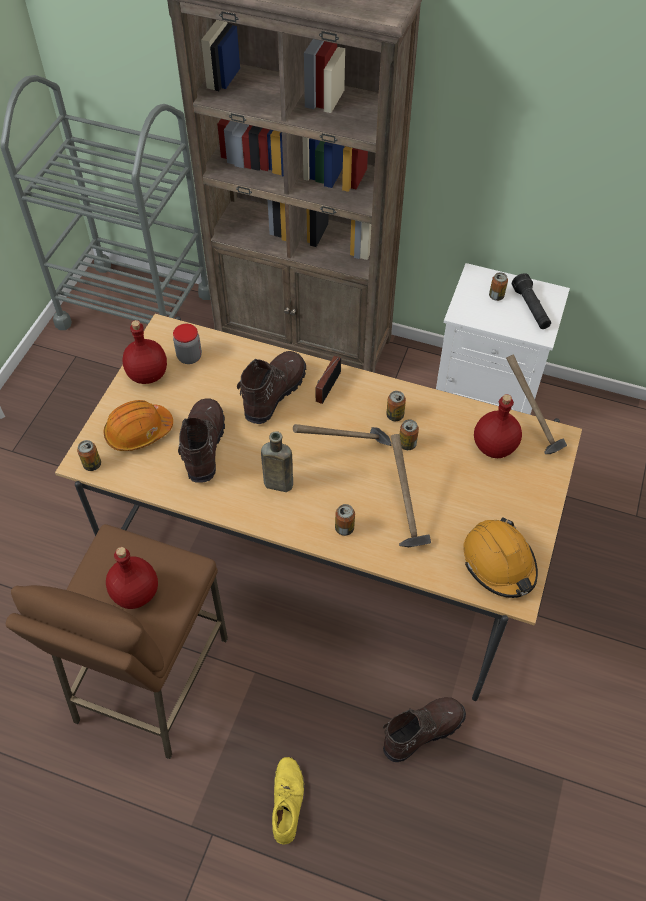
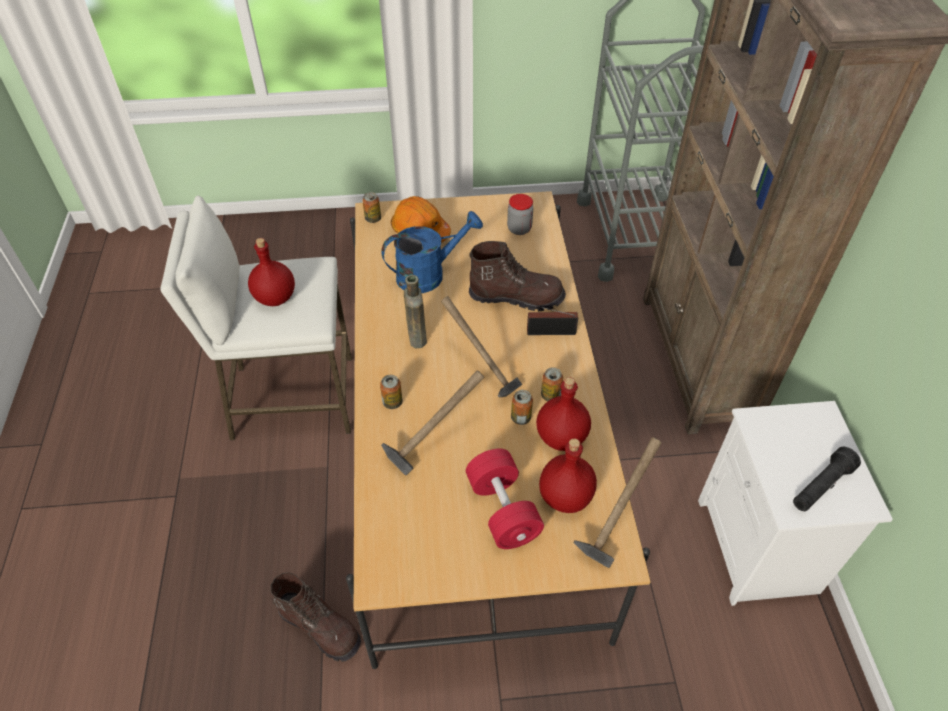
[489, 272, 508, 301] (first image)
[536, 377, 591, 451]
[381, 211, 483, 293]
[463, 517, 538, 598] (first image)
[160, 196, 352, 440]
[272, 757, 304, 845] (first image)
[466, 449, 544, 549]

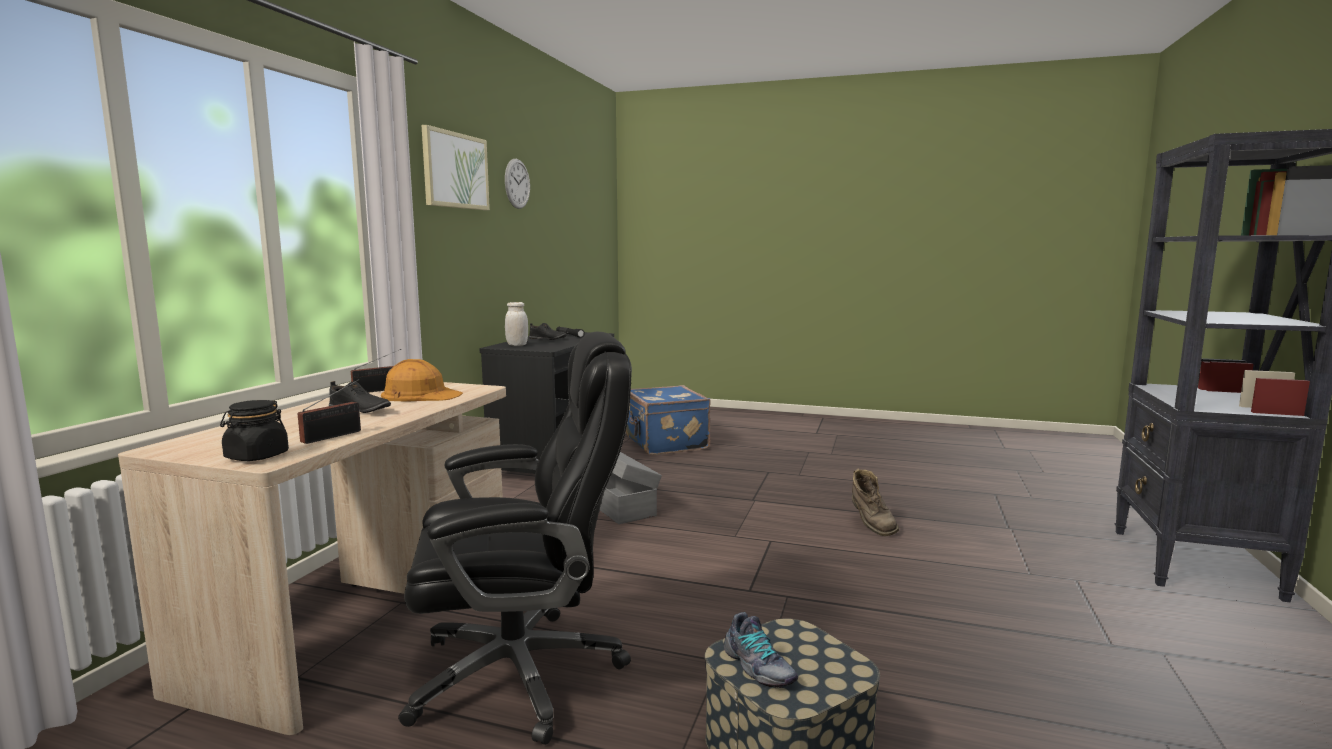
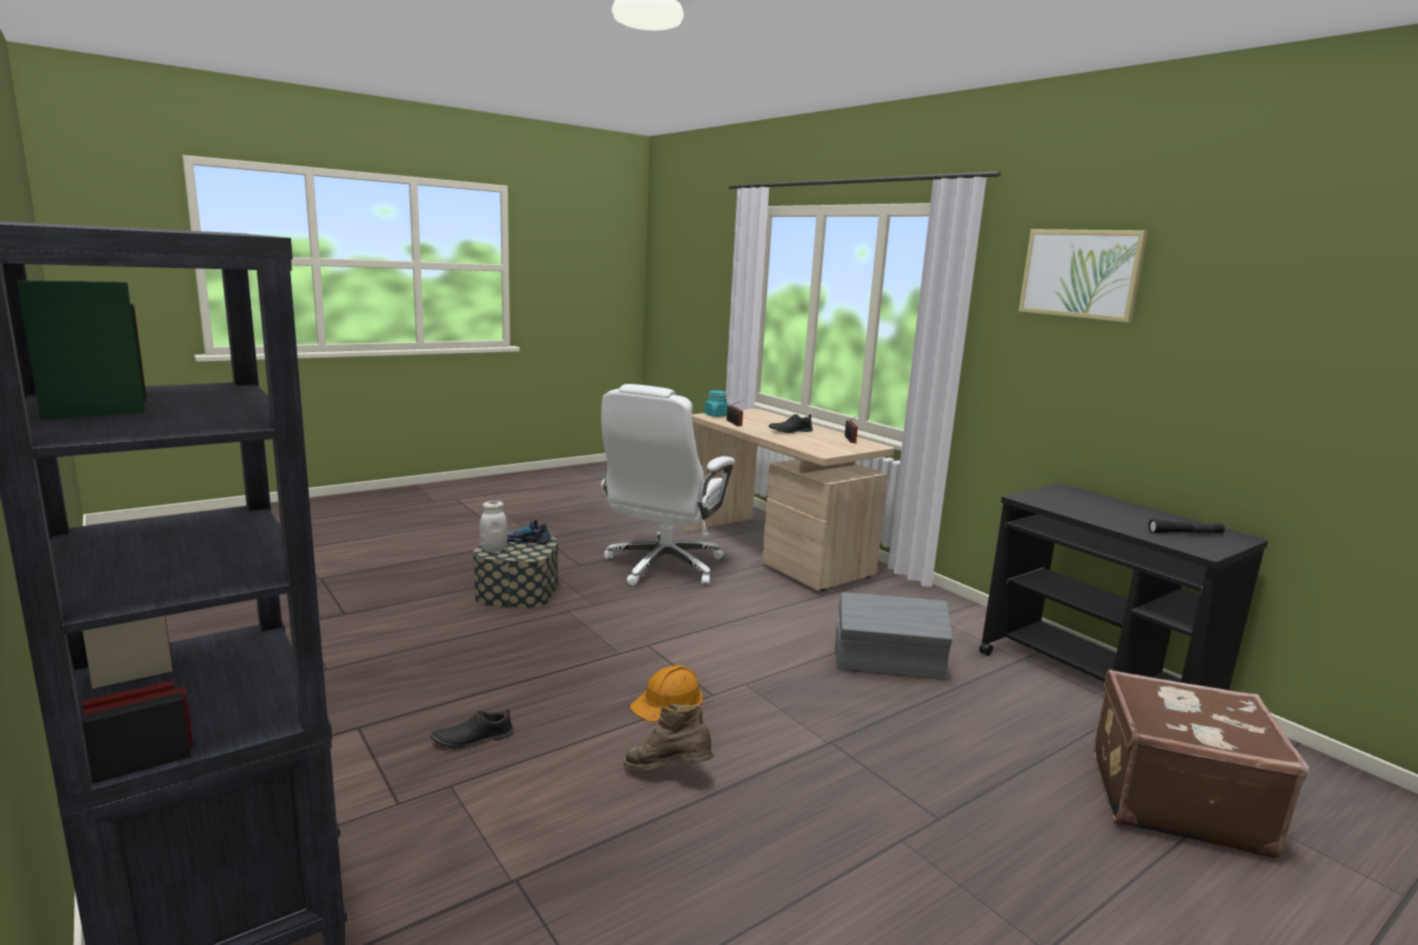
[505, 159, 530, 209] (first image)
[479, 501, 508, 552]
[431, 708, 513, 748]
[601, 384, 735, 586]
[630, 665, 703, 722]
[1094, 669, 1309, 858]
[704, 390, 729, 417]

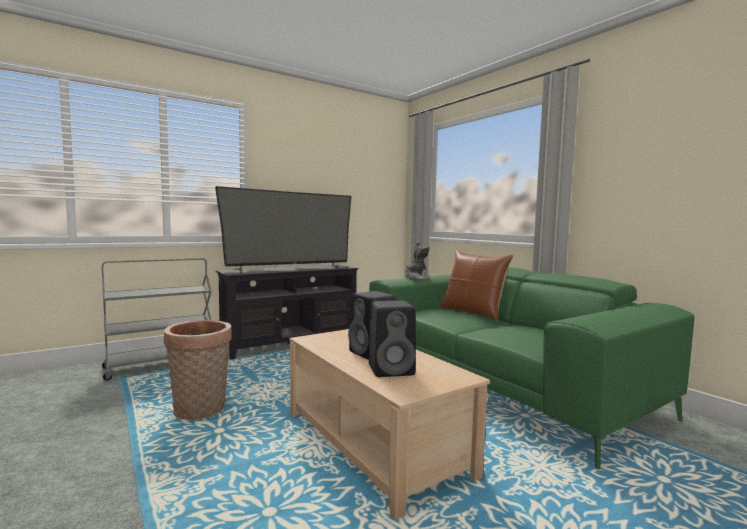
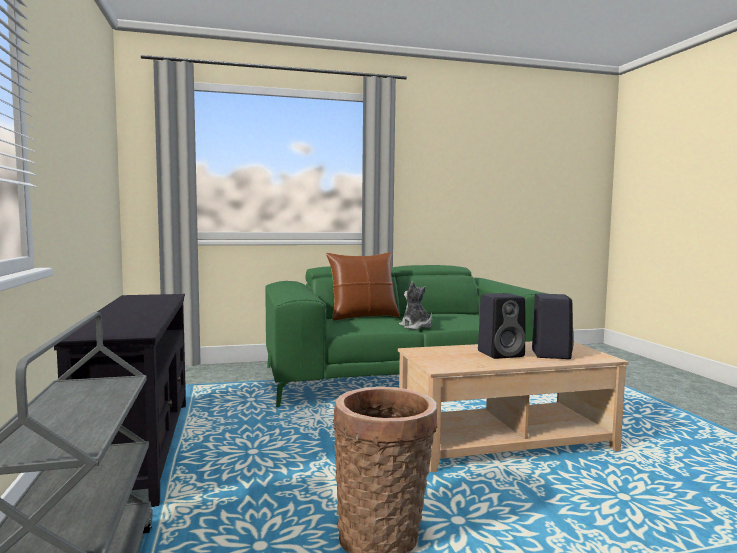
[215, 186, 351, 273] (first image)
[399, 281, 432, 330]

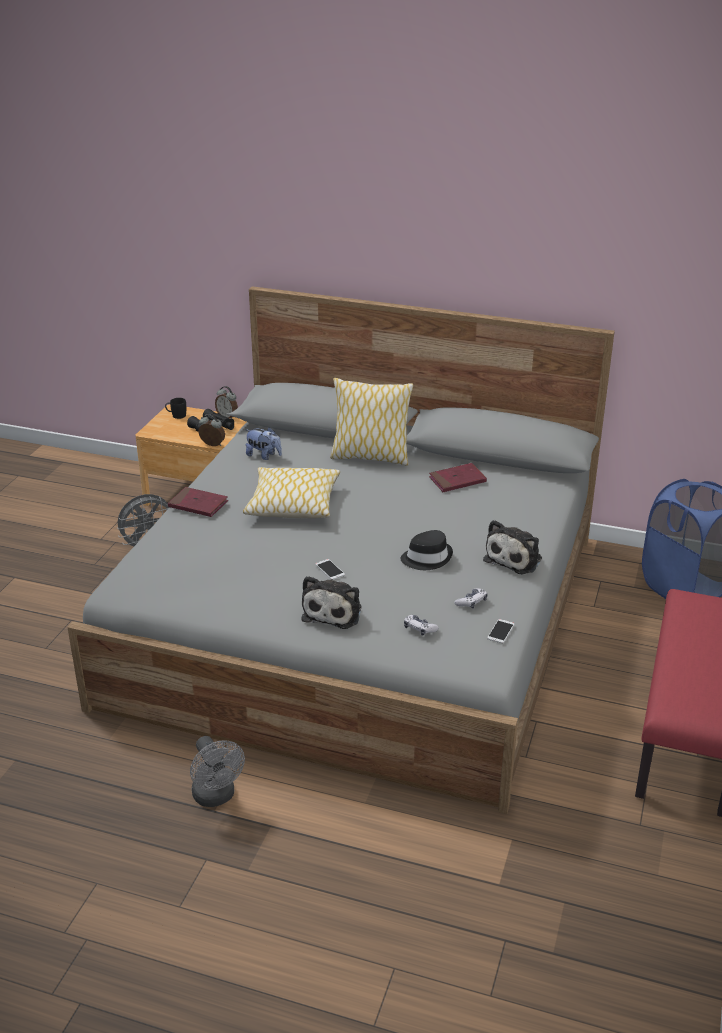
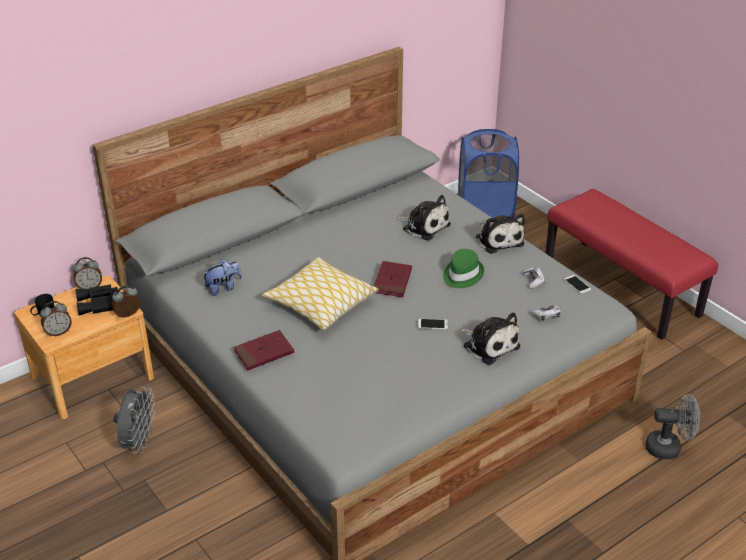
[330, 378, 413, 466] (first image)
[374, 261, 412, 297]
[443, 249, 484, 288]
[646, 394, 700, 460]
[397, 195, 451, 241]
[40, 301, 72, 337]

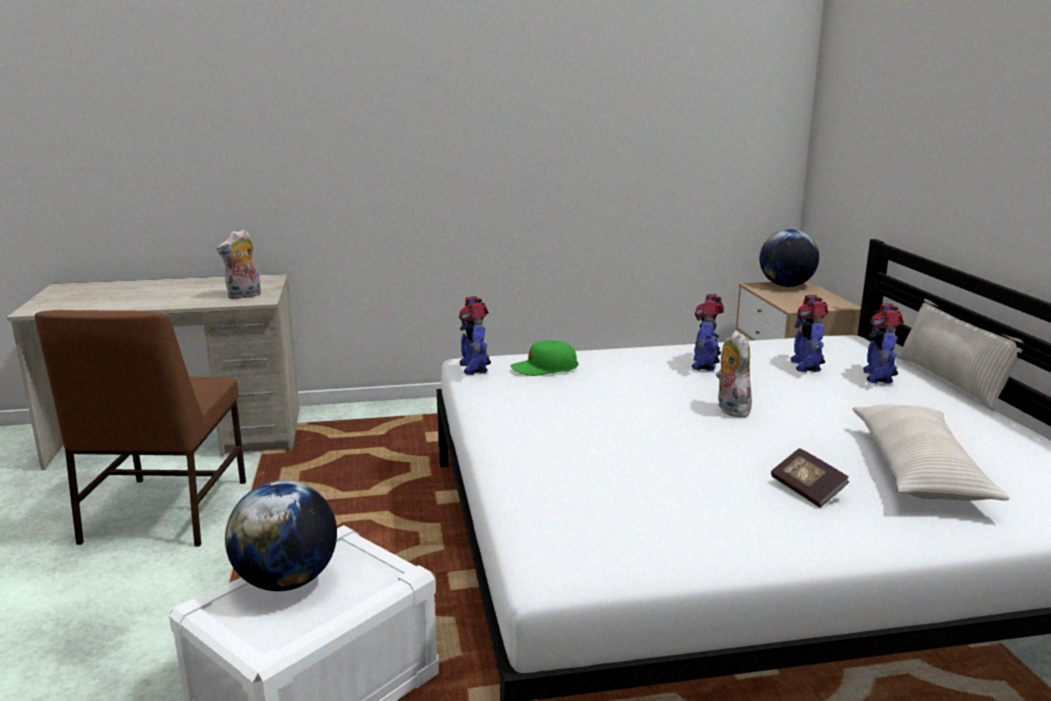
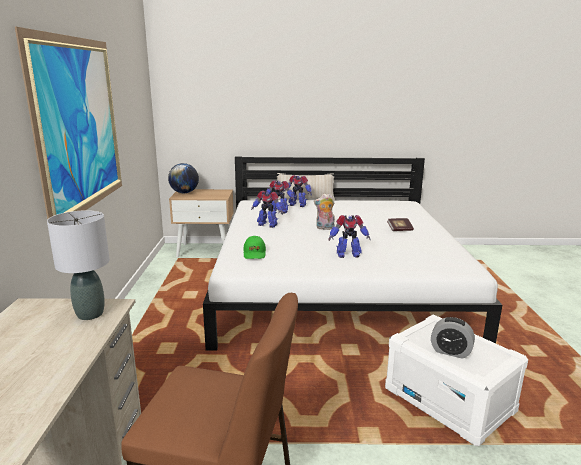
[47, 210, 110, 320]
[328, 215, 371, 258]
[853, 405, 1010, 501] (first image)
[431, 317, 475, 359]
[15, 27, 122, 220]

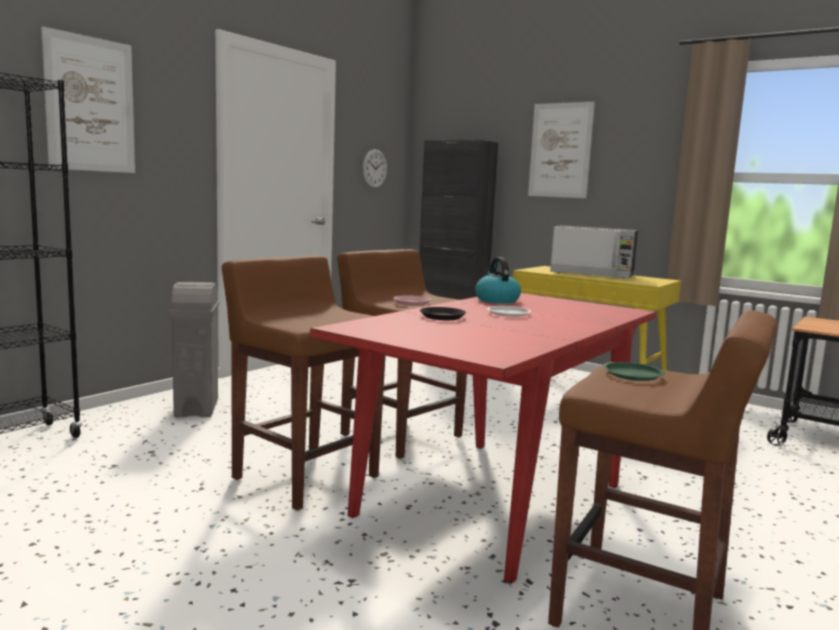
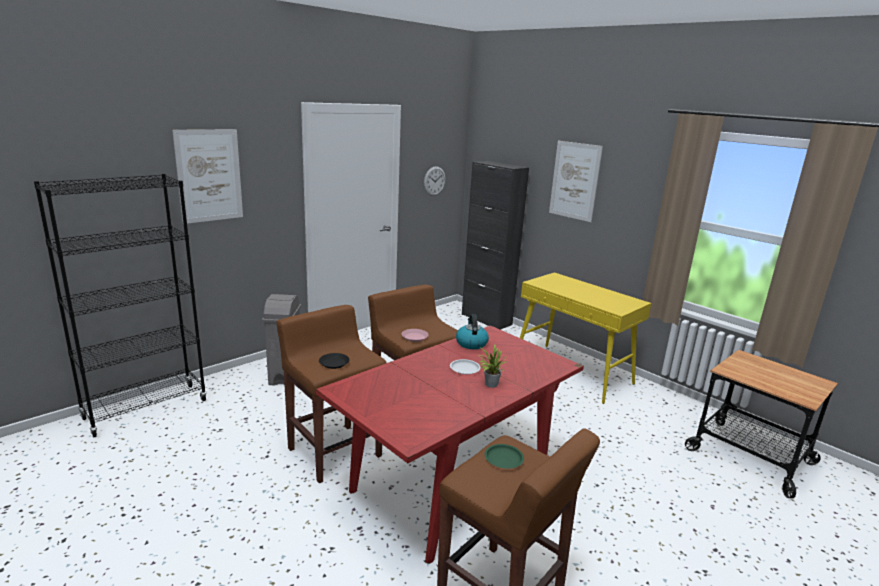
[550, 225, 638, 279] (first image)
[319, 353, 349, 369]
[479, 345, 506, 388]

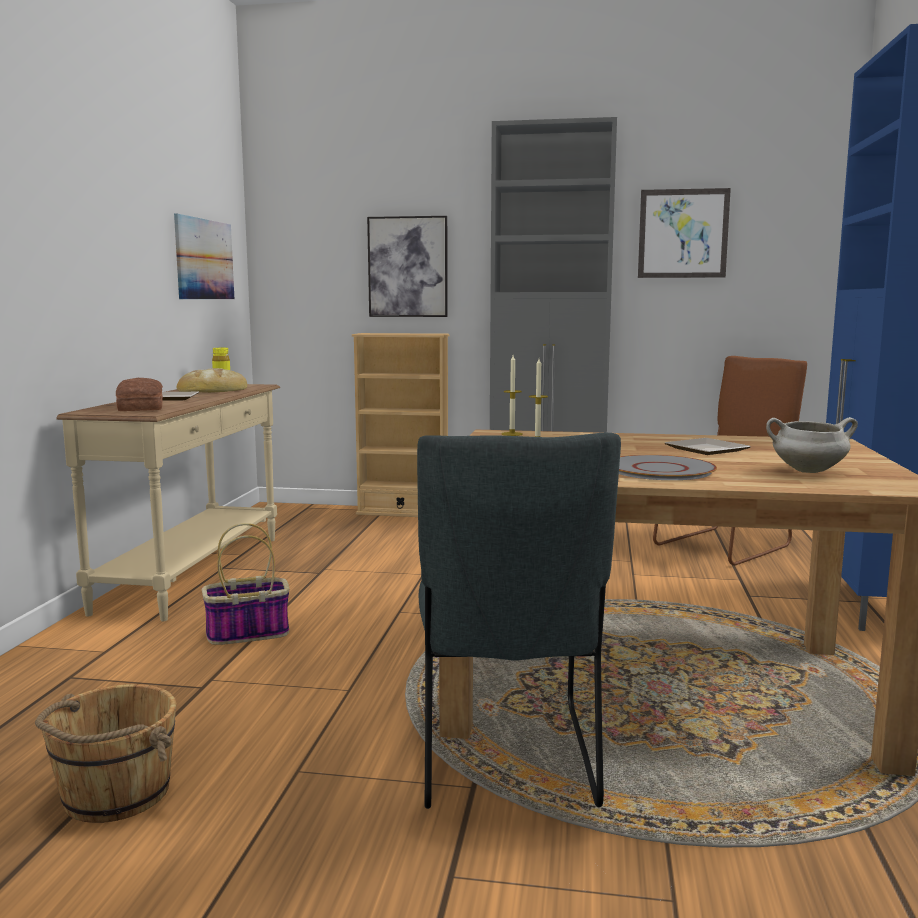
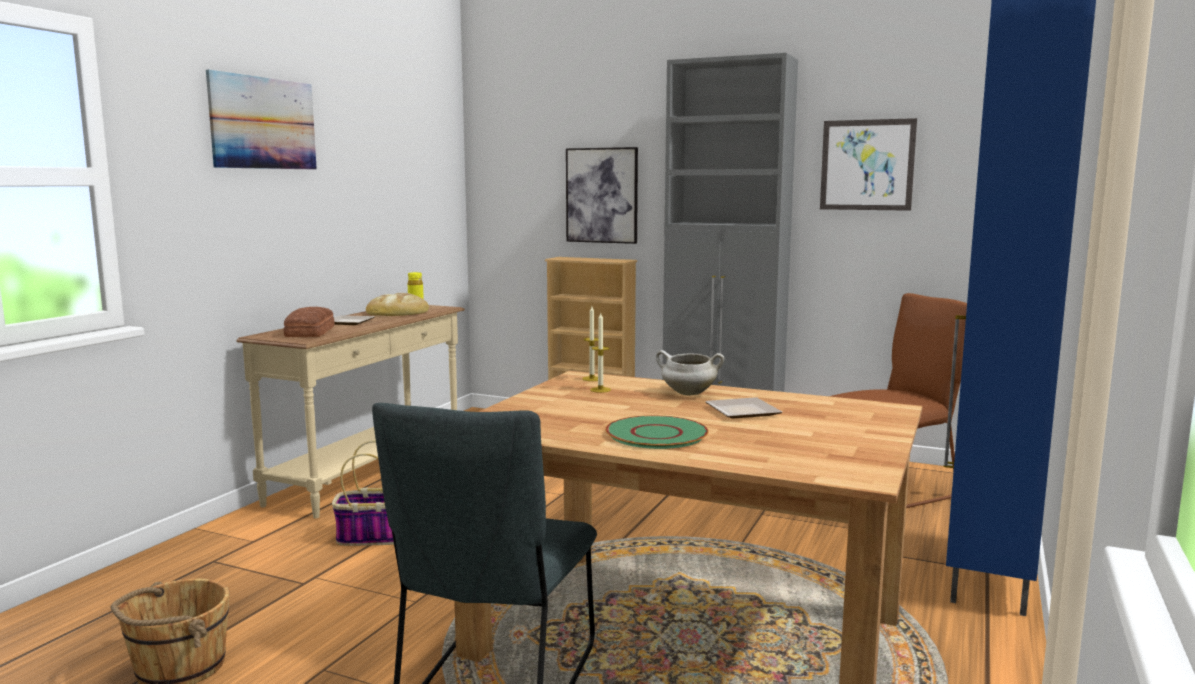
[206, 70, 317, 169]
[656, 350, 724, 396]
[605, 415, 709, 449]

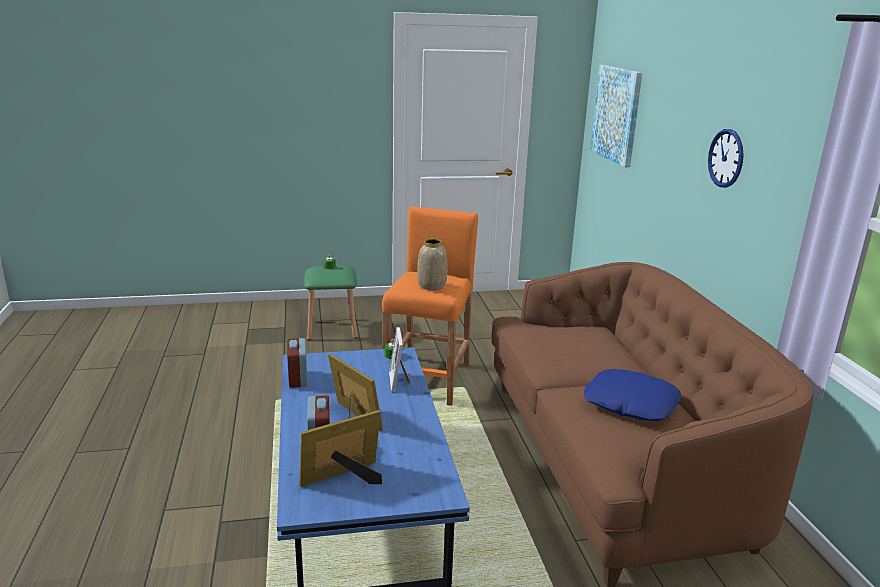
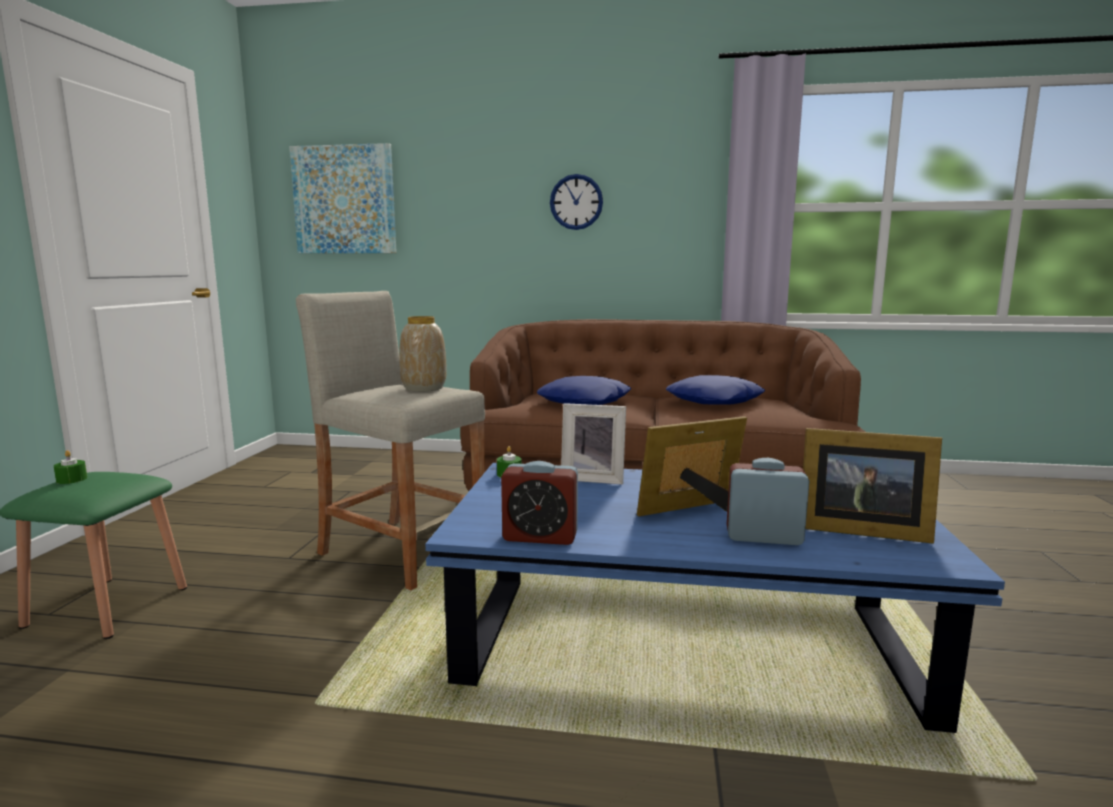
[296, 291, 485, 590]
[803, 428, 942, 544]
[537, 376, 631, 405]

